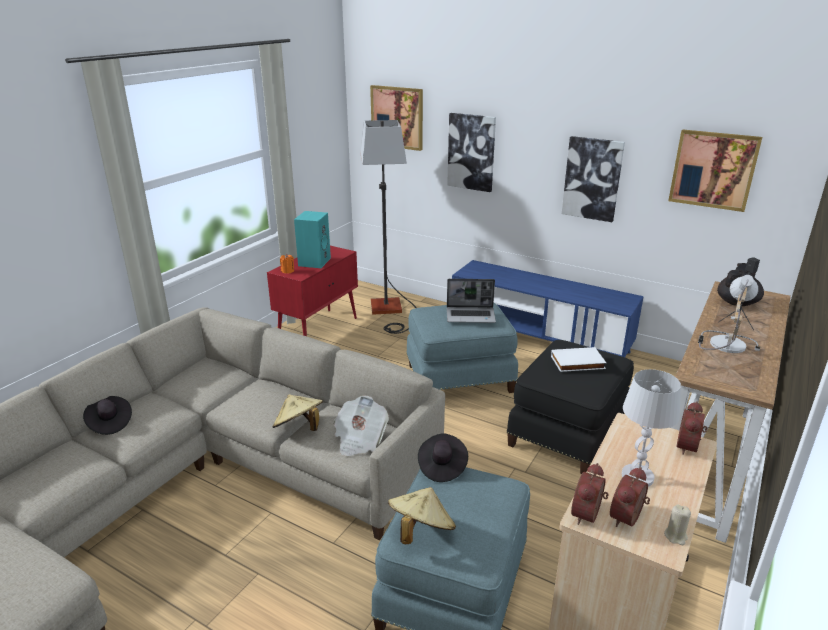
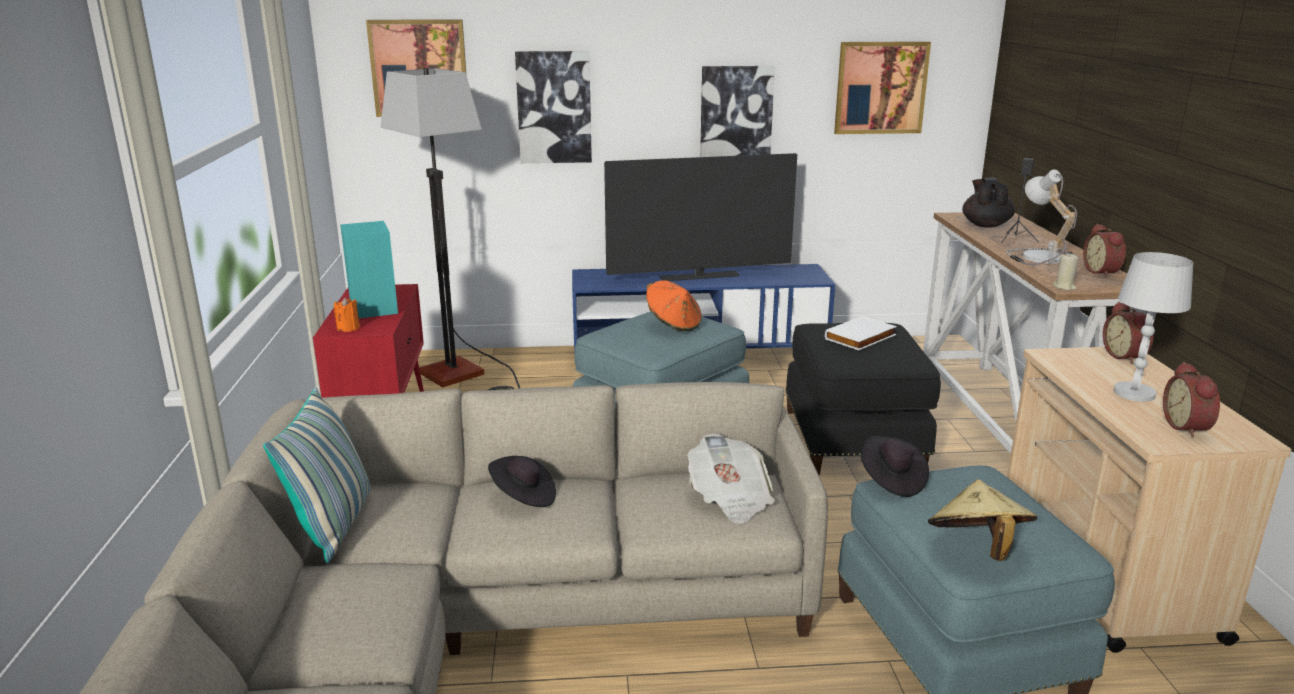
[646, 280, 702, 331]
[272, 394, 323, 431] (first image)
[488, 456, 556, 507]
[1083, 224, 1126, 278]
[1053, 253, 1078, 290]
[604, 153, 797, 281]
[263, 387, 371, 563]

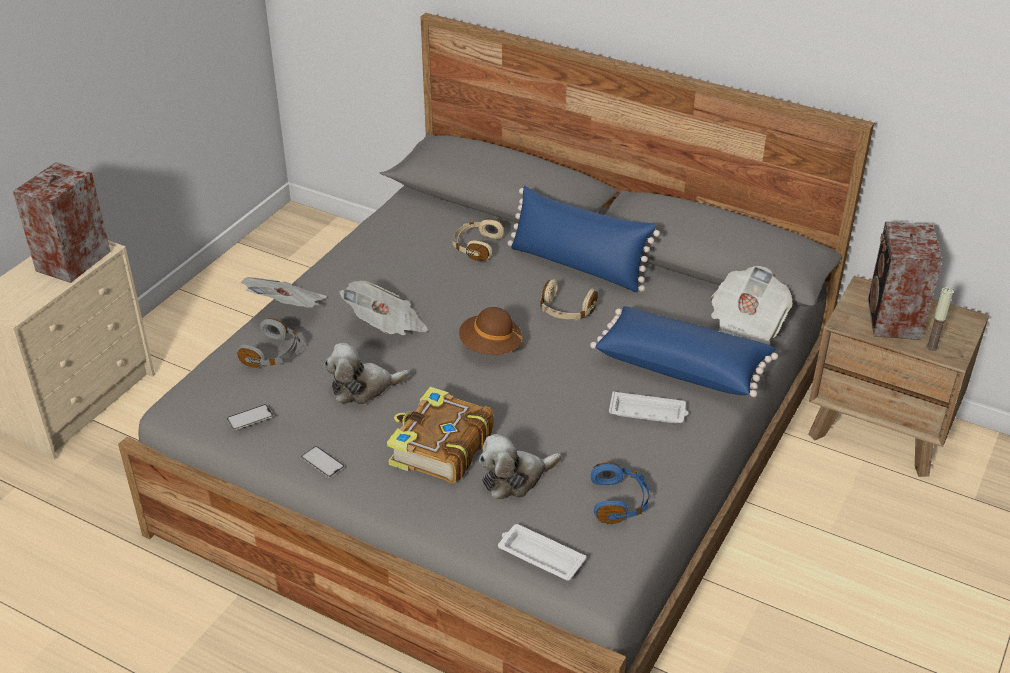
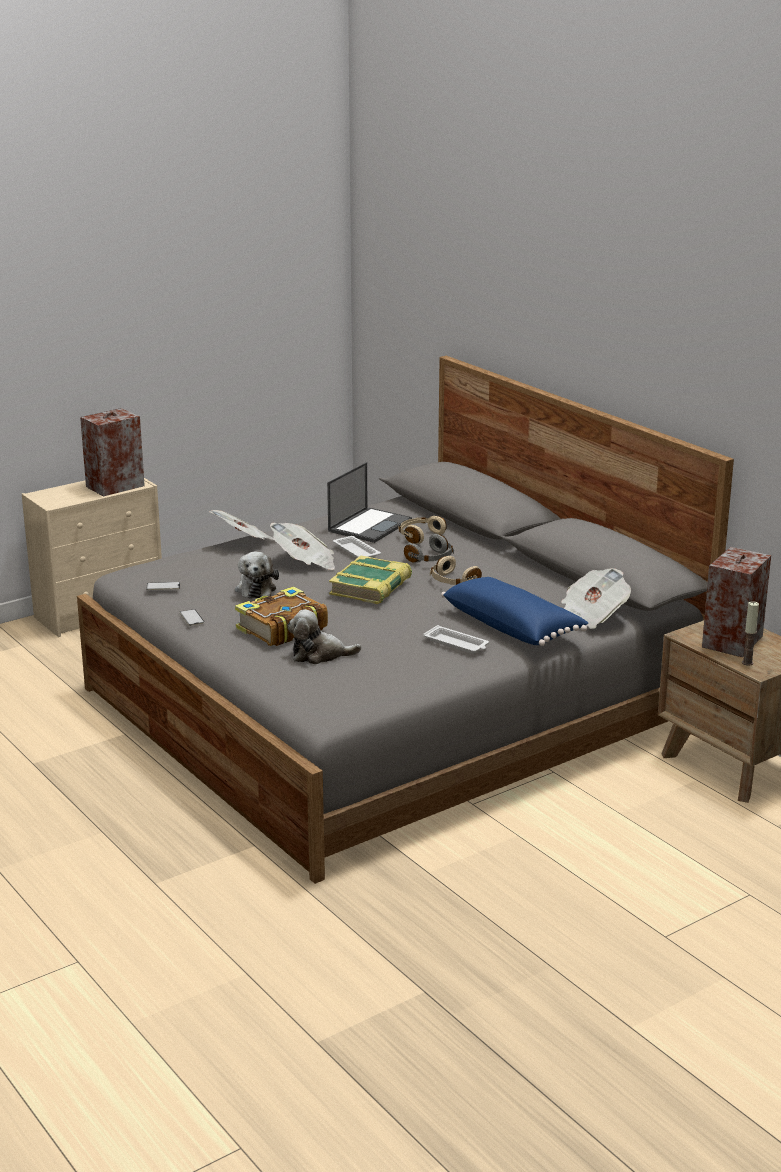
[507, 186, 660, 293] (first image)
[329, 555, 412, 604]
[404, 534, 454, 563]
[235, 552, 279, 599]
[591, 462, 649, 524] (first image)
[333, 536, 381, 558]
[327, 462, 412, 543]

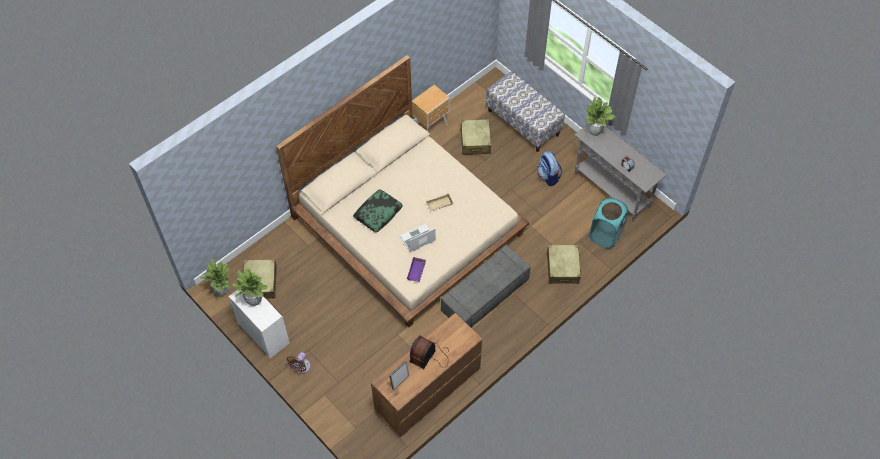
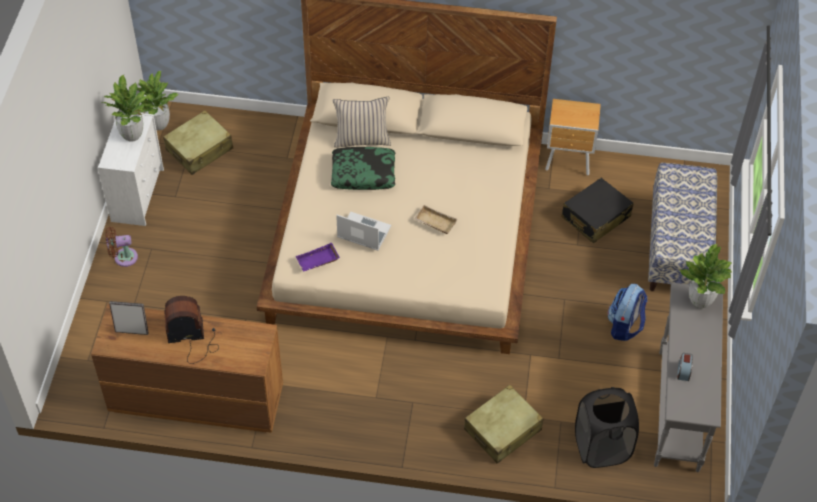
[561, 178, 634, 243]
[575, 387, 639, 468]
[441, 245, 531, 327] (first image)
[332, 97, 391, 148]

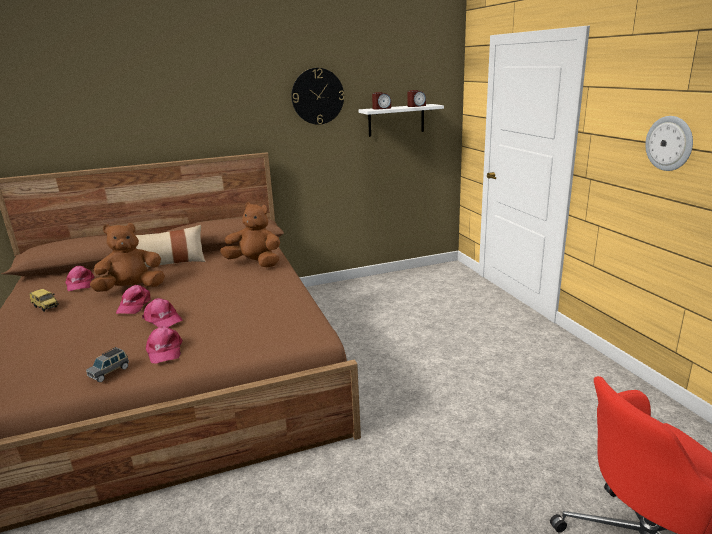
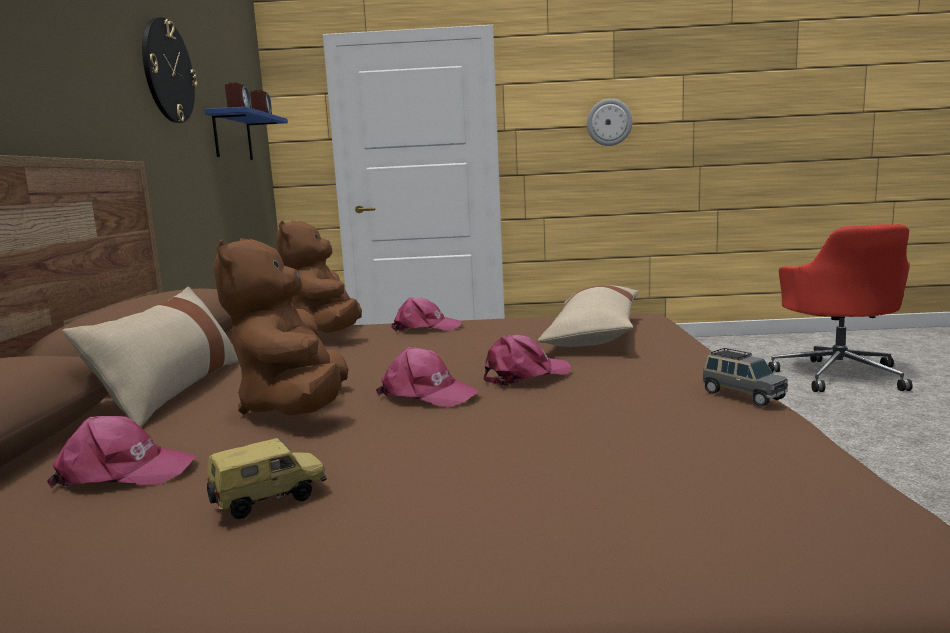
[204, 107, 288, 160]
[276, 220, 362, 333]
[392, 297, 462, 331]
[537, 285, 639, 347]

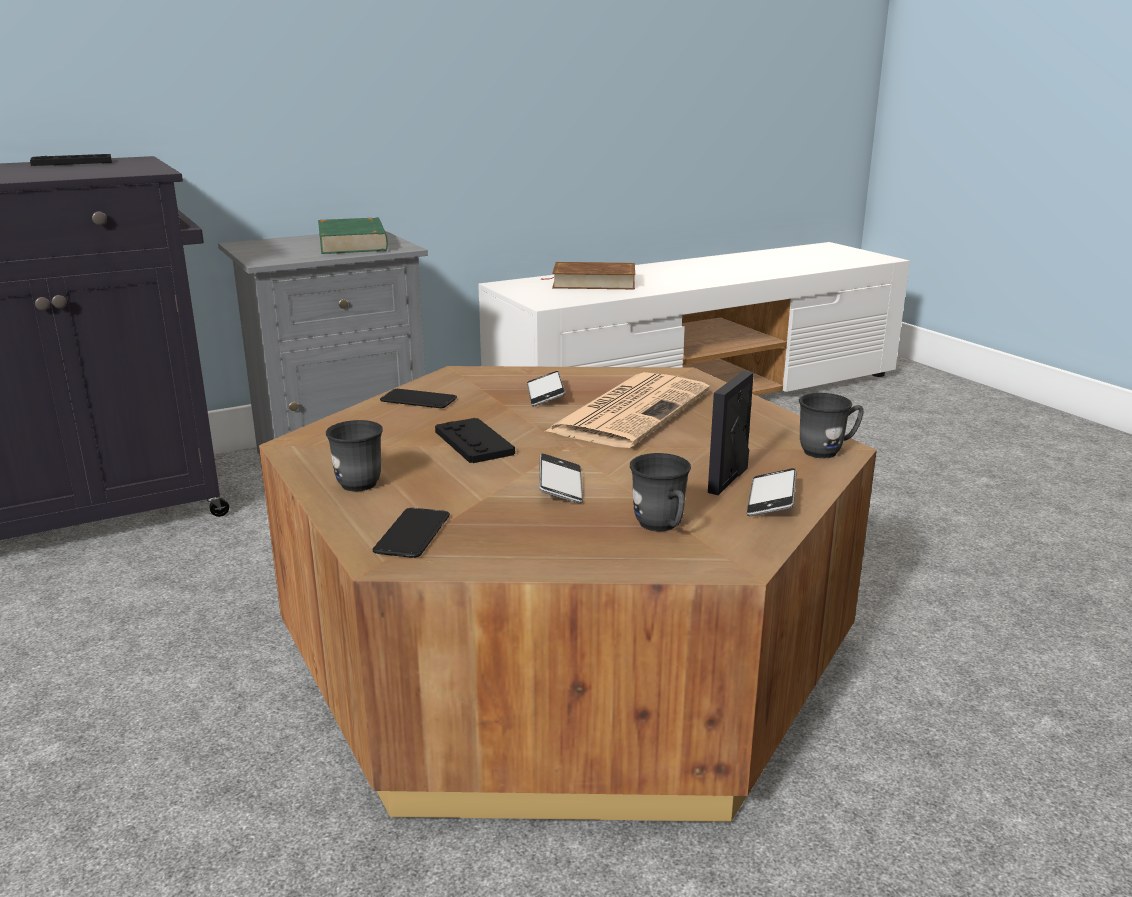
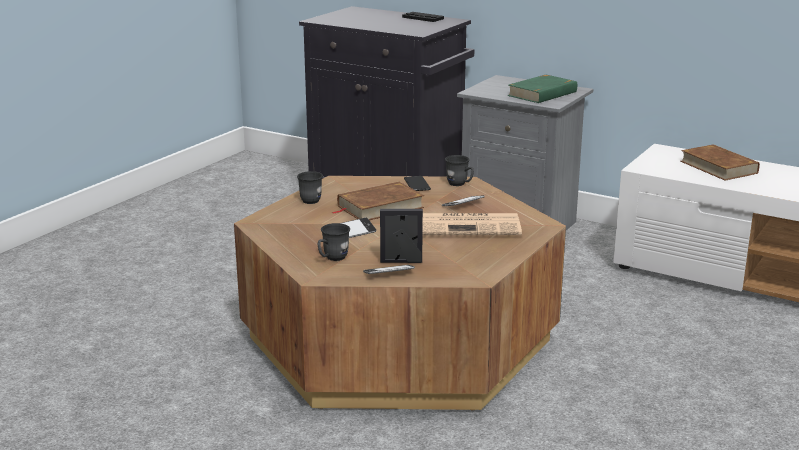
[445, 155, 474, 186]
[332, 182, 424, 220]
[373, 508, 450, 558] (first image)

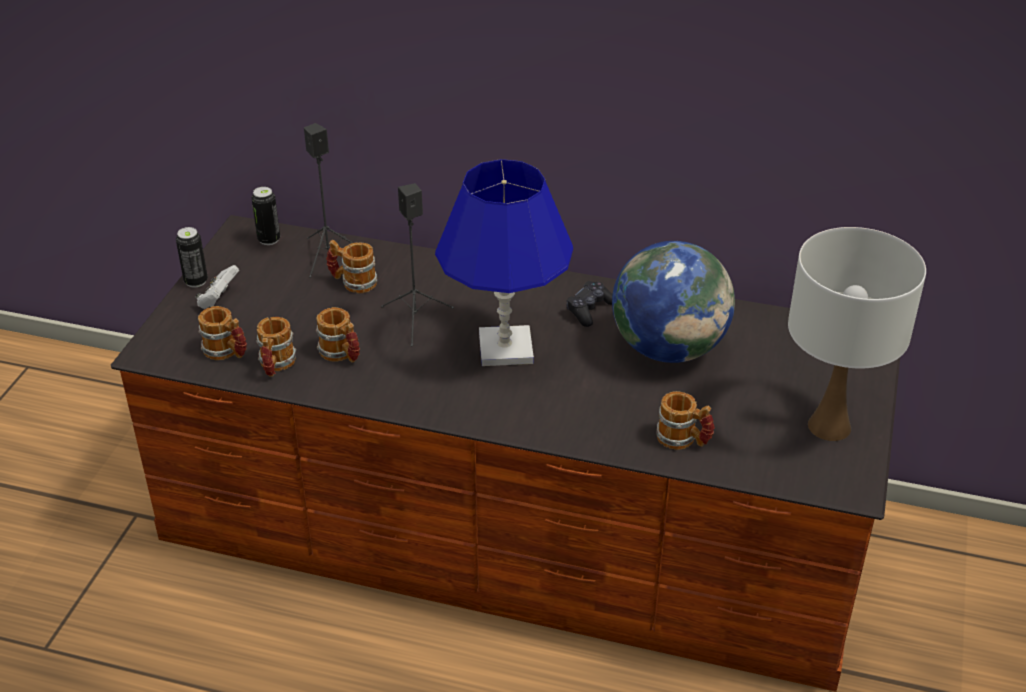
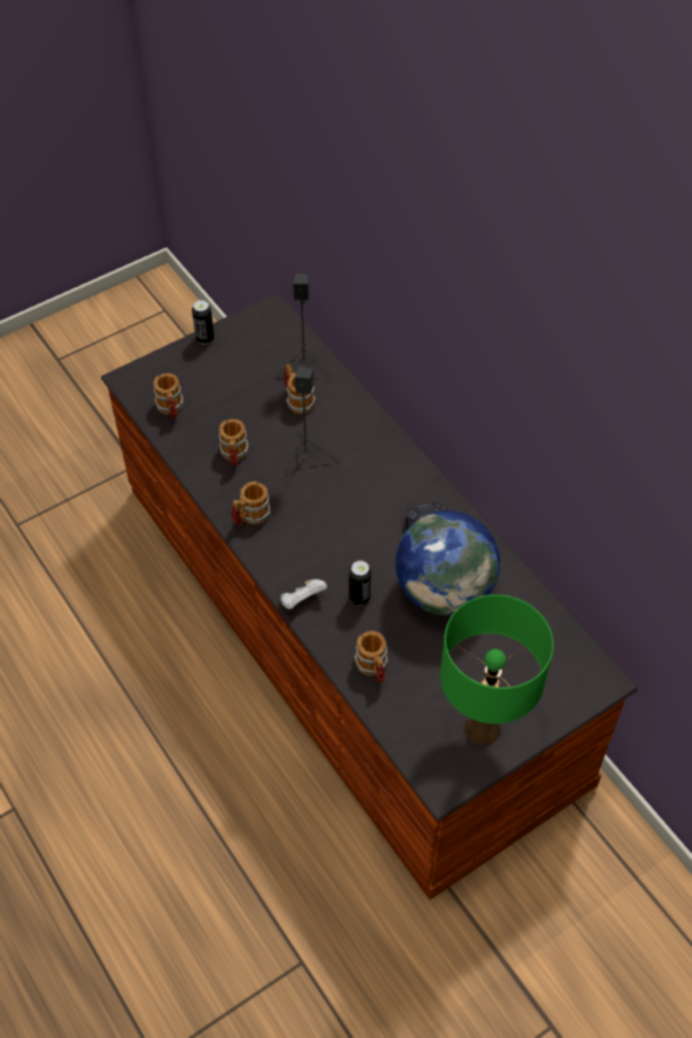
[435, 159, 573, 366] (first image)
[349, 561, 371, 605]
[440, 595, 554, 745]
[281, 579, 327, 609]
[231, 481, 271, 526]

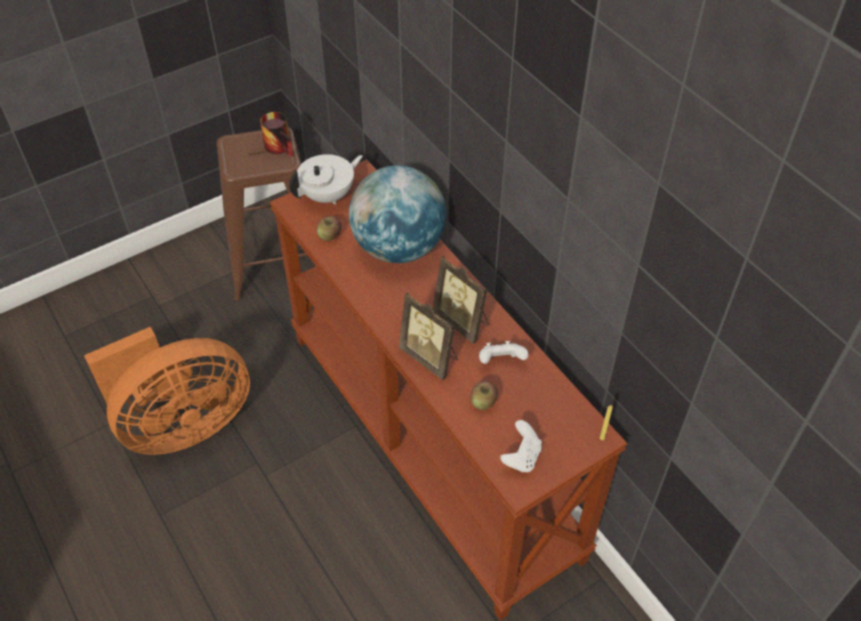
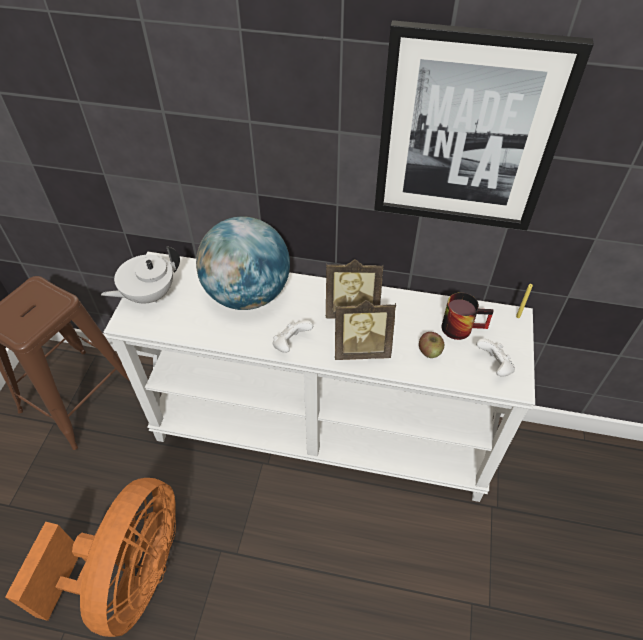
[442, 292, 494, 340]
[101, 246, 180, 304]
[103, 252, 535, 502]
[317, 216, 341, 241] (first image)
[273, 320, 313, 353]
[374, 20, 594, 231]

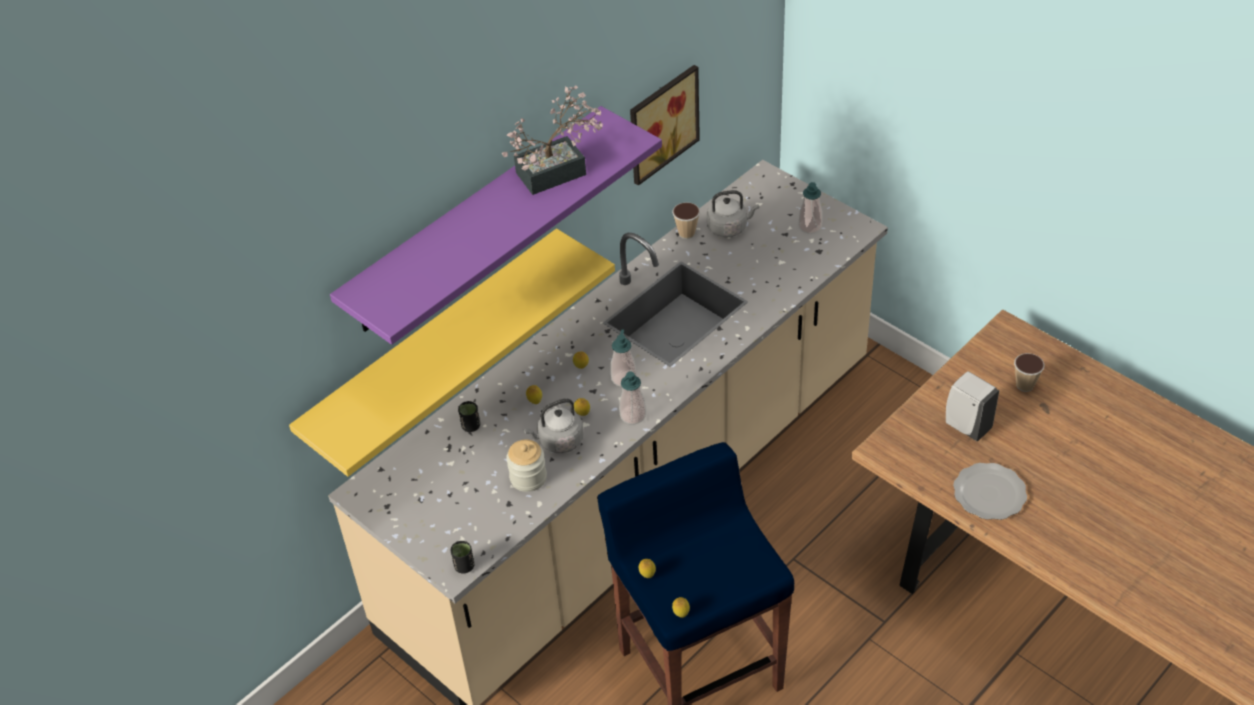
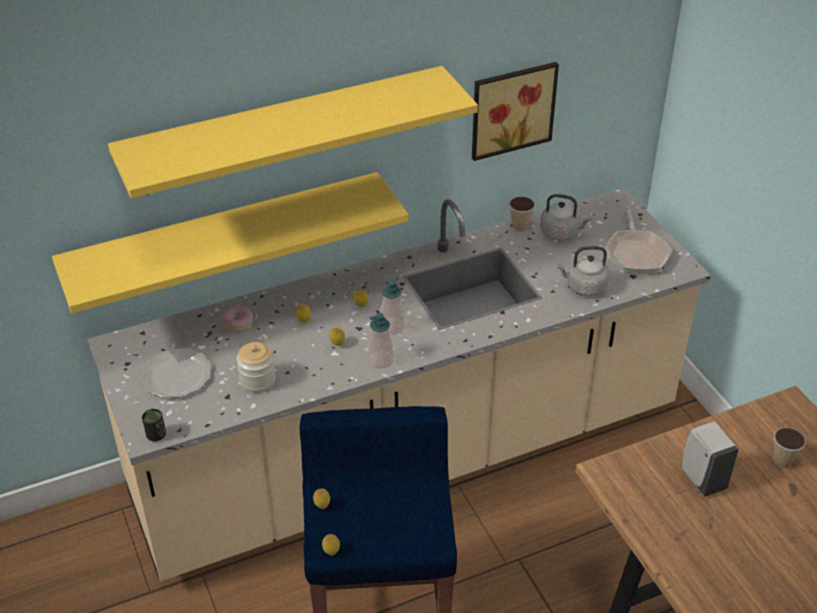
[502, 86, 603, 195] (first image)
[108, 66, 478, 198]
[605, 207, 673, 274]
[557, 246, 610, 296]
[221, 306, 253, 332]
[141, 348, 212, 398]

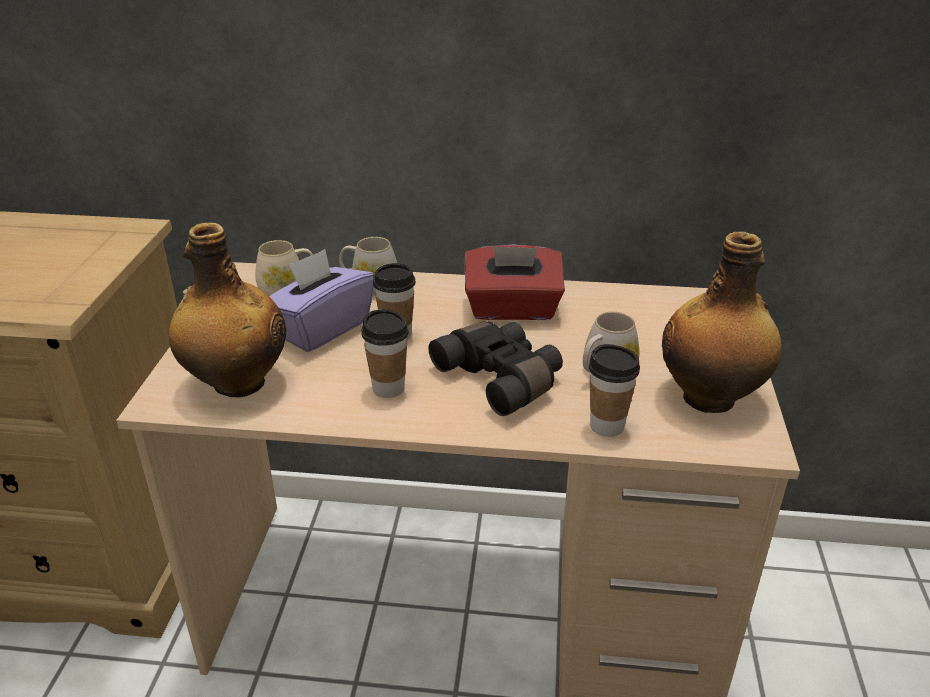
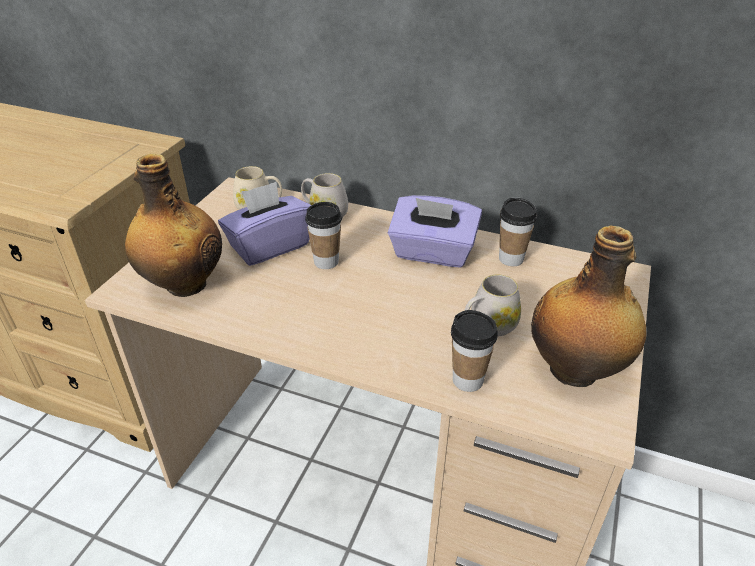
[388, 195, 482, 268]
[499, 198, 537, 266]
[429, 321, 563, 416] (first image)

